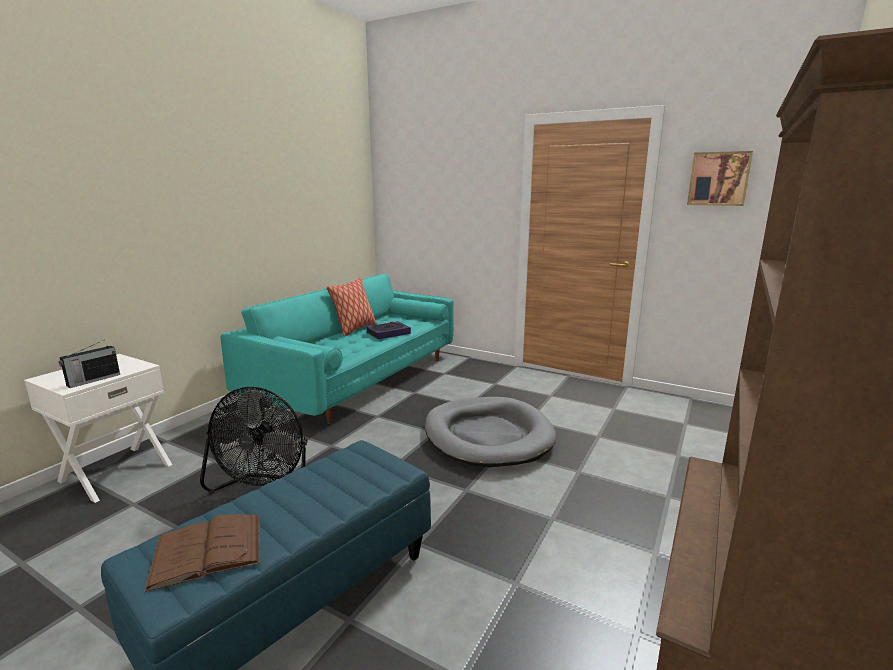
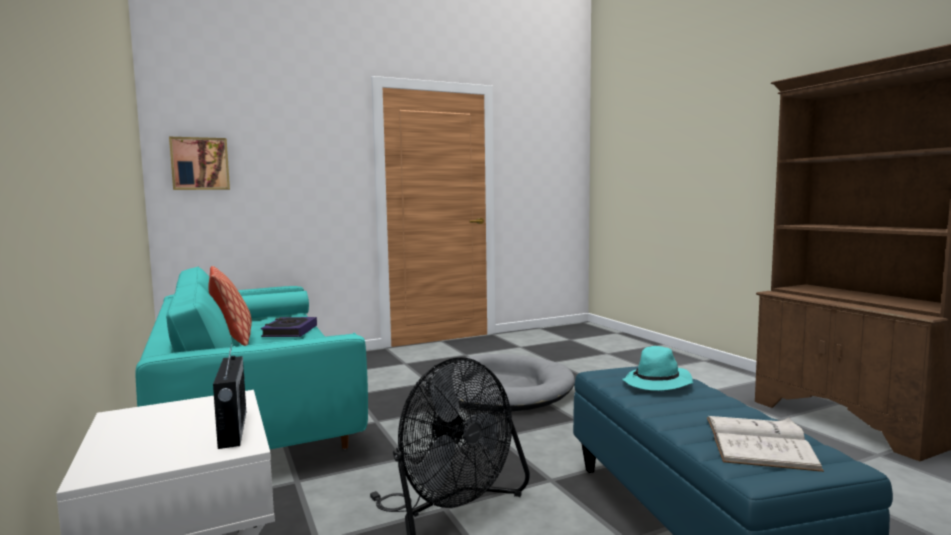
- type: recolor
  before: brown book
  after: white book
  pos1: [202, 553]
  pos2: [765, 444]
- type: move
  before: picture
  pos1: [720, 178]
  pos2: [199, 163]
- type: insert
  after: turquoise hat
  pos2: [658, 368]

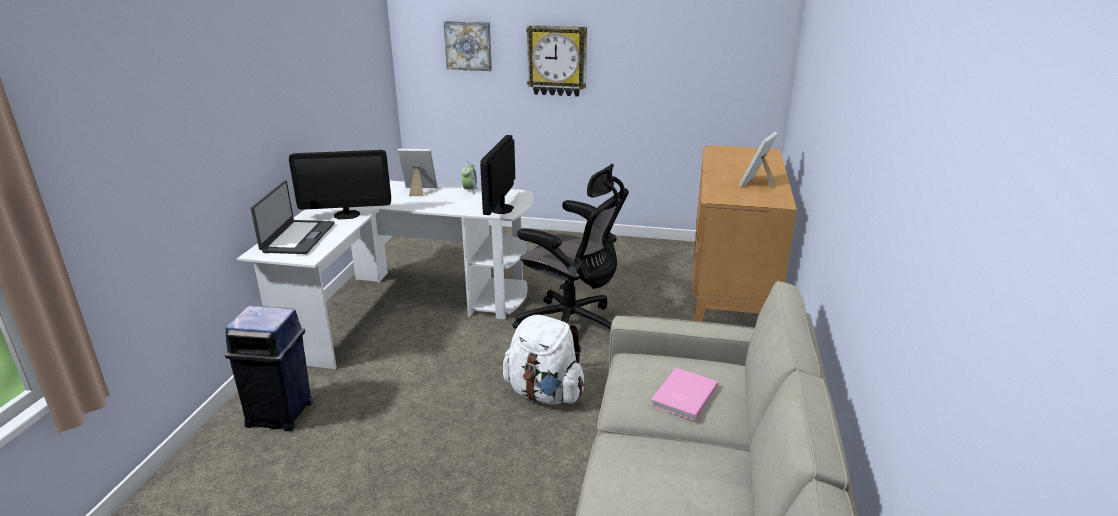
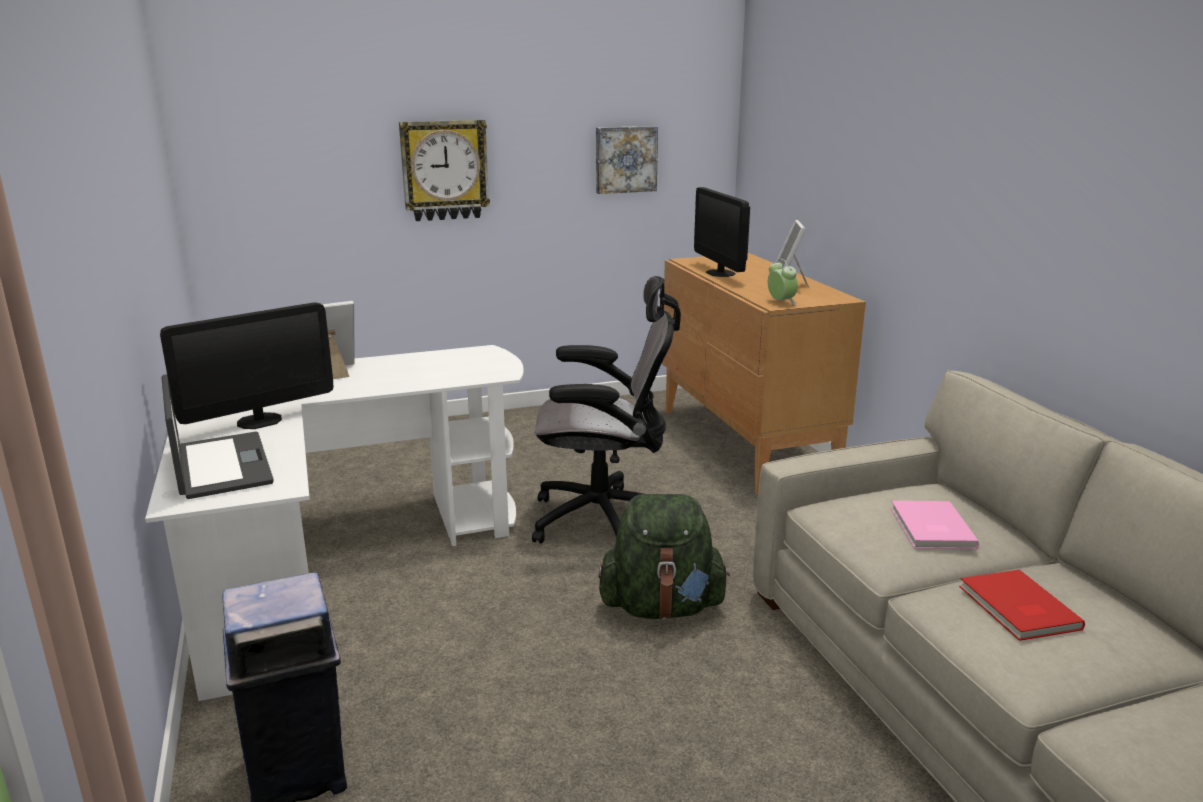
- type: move
  before: picture
  pos1: [468, 46]
  pos2: [627, 160]
- type: move
  before: alarm clock
  pos1: [469, 178]
  pos2: [783, 282]
- type: move
  before: monitor
  pos1: [497, 175]
  pos2: [722, 232]
- type: recolor
  before: white backpack
  after: green backpack
  pos1: [543, 360]
  pos2: [664, 556]
- type: insert
  after: red book
  pos2: [1022, 605]

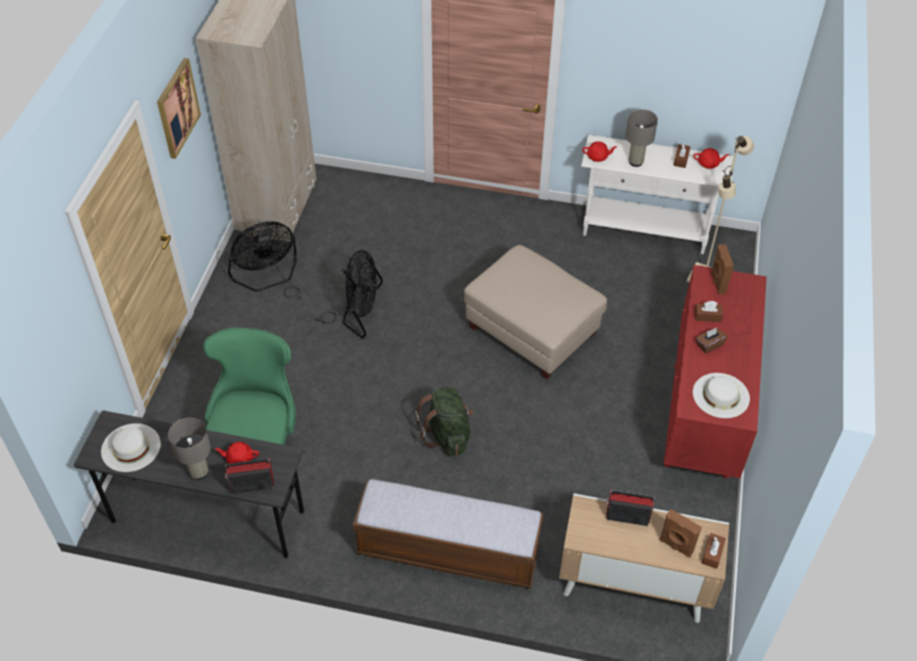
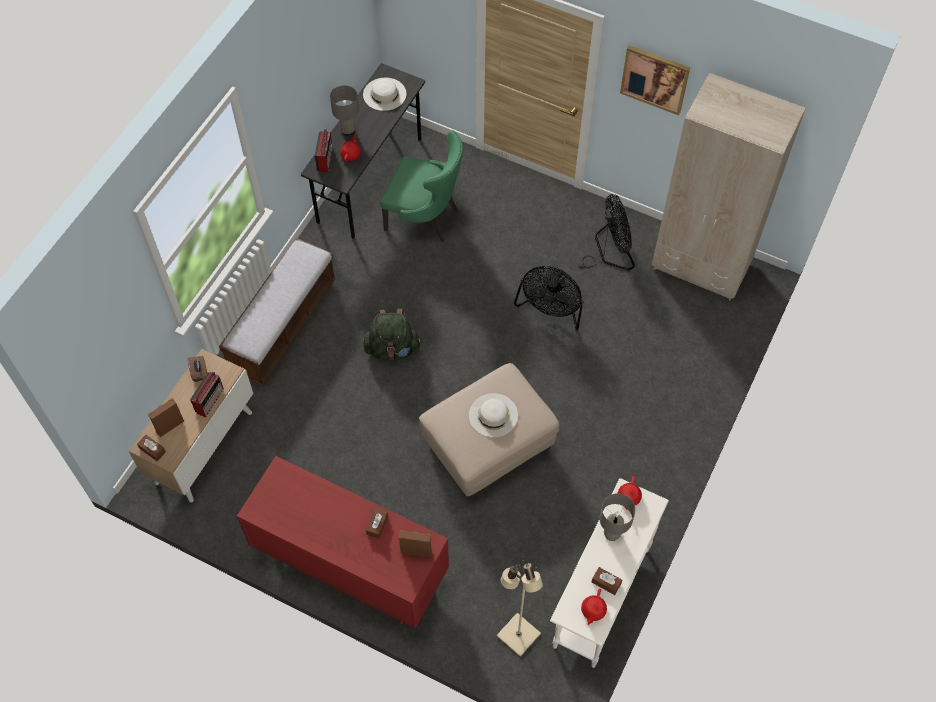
- type: move
  before: white hat
  pos1: [721, 395]
  pos2: [493, 415]
- type: move
  before: brown tissue box
  pos1: [712, 340]
  pos2: [197, 369]

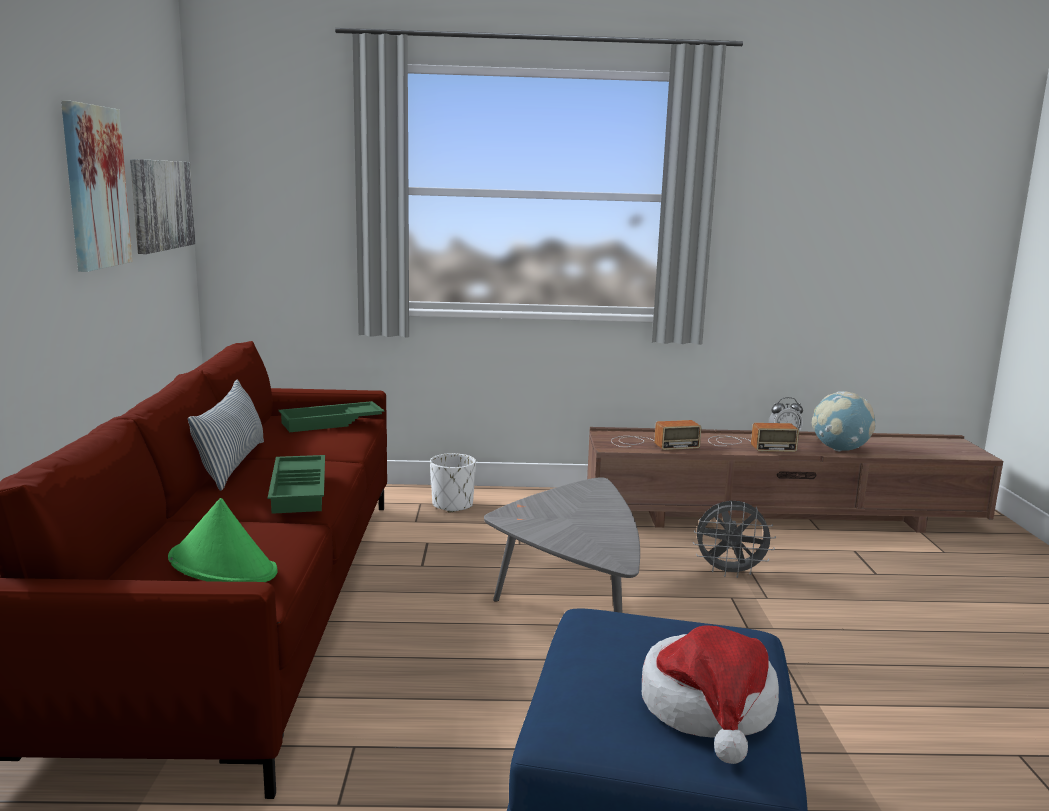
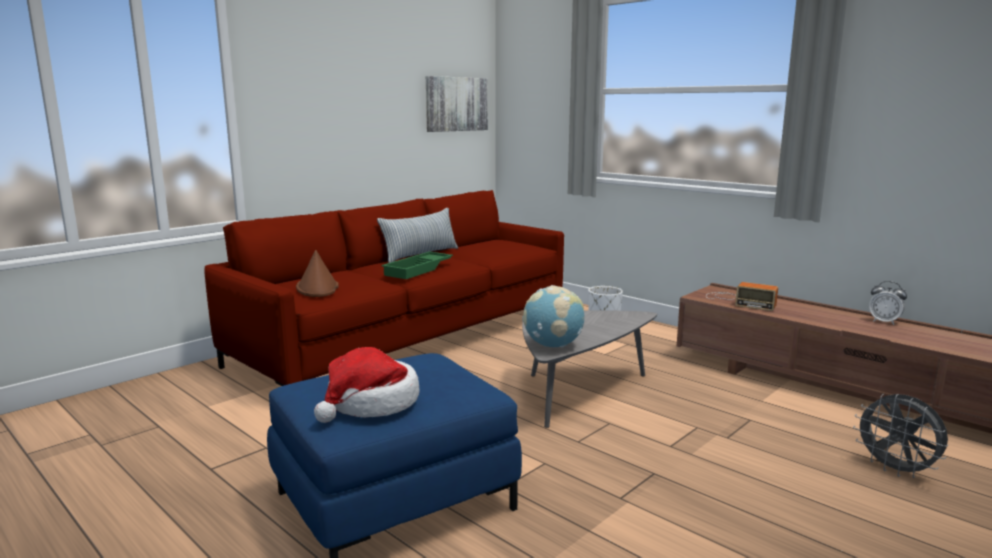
- type: delete
  before: picture
  pos1: [97, 186]
- type: recolor
  before: green hat
  after: brown hat
  pos1: [223, 540]
  pos2: [317, 273]
- type: delete
  before: green tray
  pos1: [331, 416]
- type: move
  before: grey fan
  pos1: [734, 539]
  pos2: [900, 436]
- type: delete
  before: radio
  pos1: [753, 437]
- type: move
  before: globe
  pos1: [843, 421]
  pos2: [553, 316]

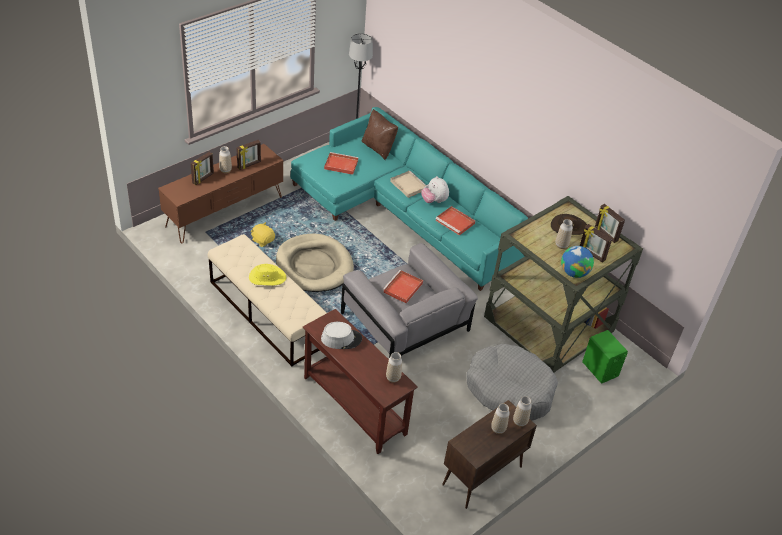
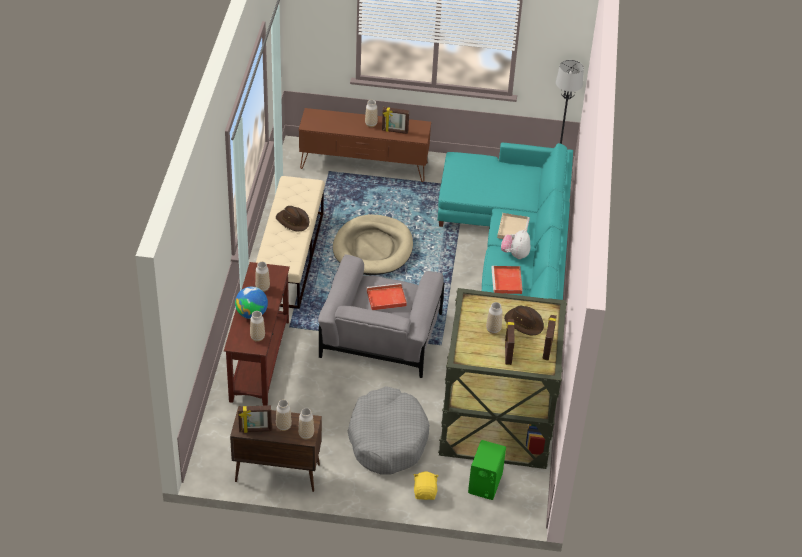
- type: move
  before: picture frame
  pos1: [202, 168]
  pos2: [255, 419]
- type: recolor
  before: yellow hat
  after: brown hat
  pos1: [267, 275]
  pos2: [292, 218]
- type: move
  before: yellow plush toy
  pos1: [262, 234]
  pos2: [426, 485]
- type: replace
  before: grey hat
  after: vase
  pos1: [341, 335]
  pos2: [262, 277]
- type: delete
  before: red tray
  pos1: [341, 163]
- type: delete
  before: brown pillow
  pos1: [380, 134]
- type: move
  before: globe
  pos1: [577, 262]
  pos2: [251, 303]

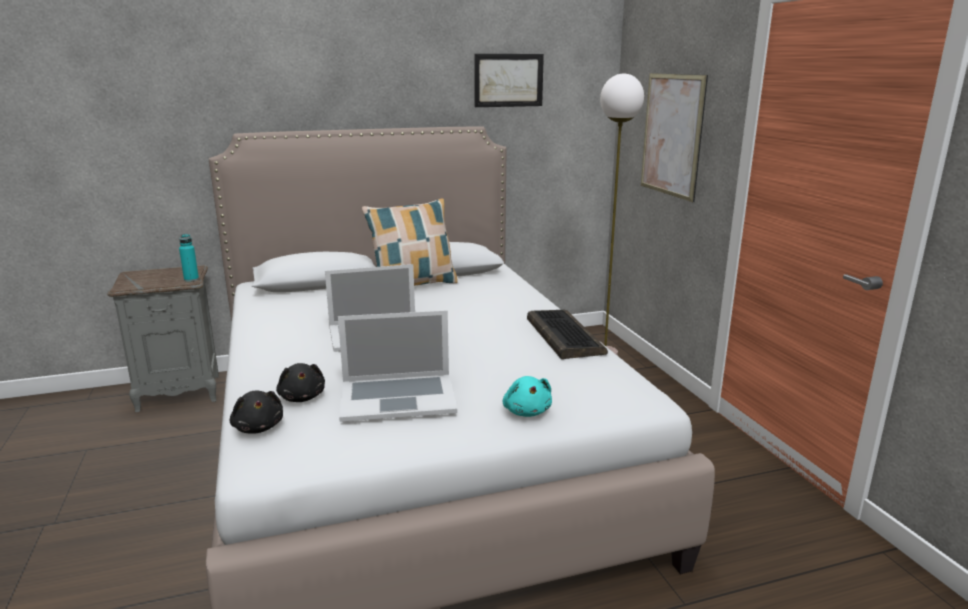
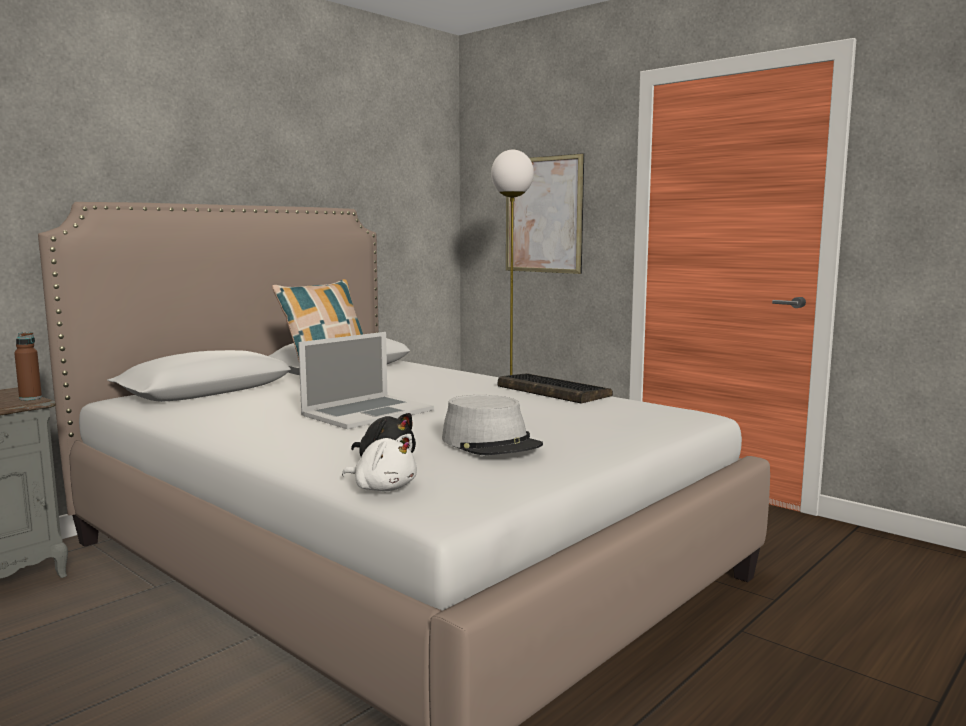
- type: recolor
  before: turquoise bottle
  after: brown bottle
  pos1: [189, 258]
  pos2: [28, 366]
- type: recolor
  before: black plush toy
  after: white plush toy
  pos1: [256, 411]
  pos2: [379, 462]
- type: replace
  before: laptop
  after: grey hat
  pos1: [397, 366]
  pos2: [492, 425]
- type: delete
  before: picture
  pos1: [509, 80]
- type: delete
  before: turquoise plush toy
  pos1: [527, 396]

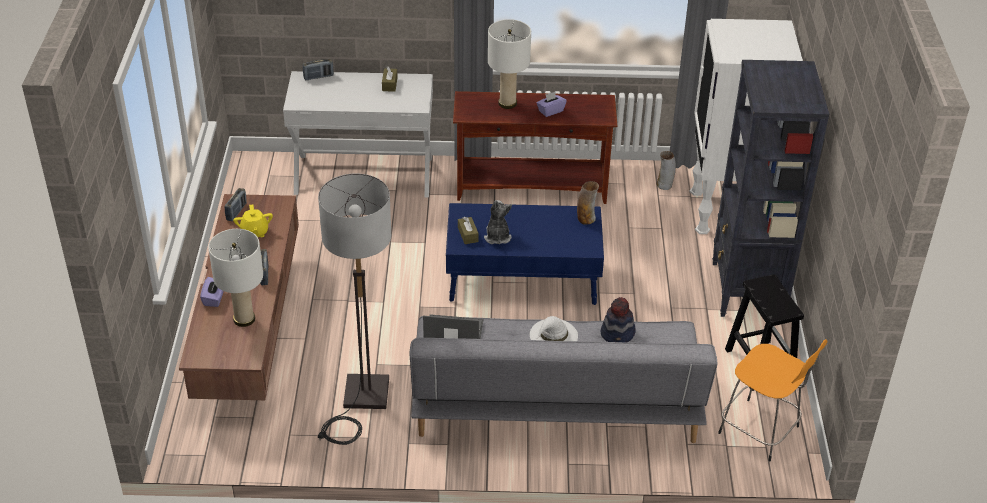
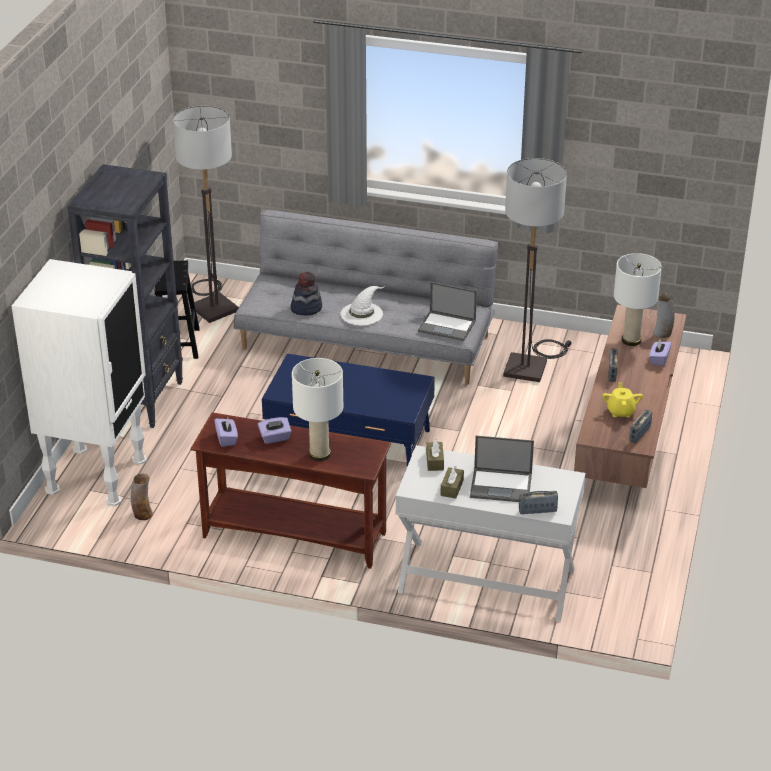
- type: move
  before: brown tissue box
  pos1: [468, 230]
  pos2: [435, 455]
- type: delete
  before: plush toy
  pos1: [498, 222]
- type: move
  before: vase
  pos1: [588, 203]
  pos2: [664, 315]
- type: replace
  before: orange stool
  after: floor lamp
  pos1: [773, 400]
  pos2: [206, 214]
- type: insert
  after: purple tissue box
  pos2: [226, 432]
- type: insert
  after: laptop
  pos2: [502, 469]

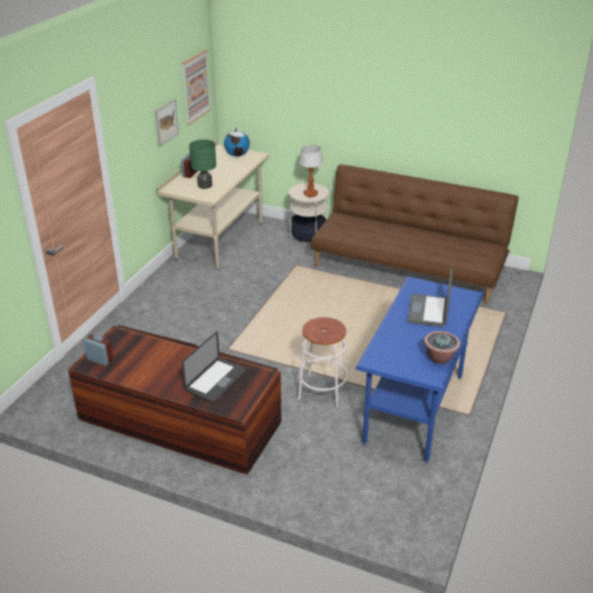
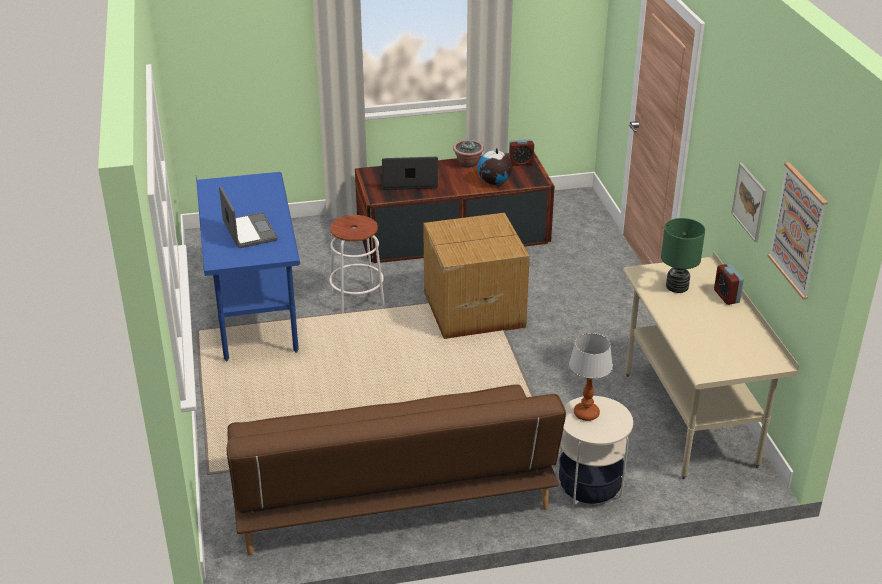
- type: rotate
  before: laptop
  pos1: [214, 367]
  pos2: [410, 173]
  turn: 90
- type: move
  before: globe
  pos1: [237, 142]
  pos2: [494, 166]
- type: move
  before: potted plant
  pos1: [442, 347]
  pos2: [468, 154]
- type: insert
  after: cardboard box
  pos2: [476, 276]

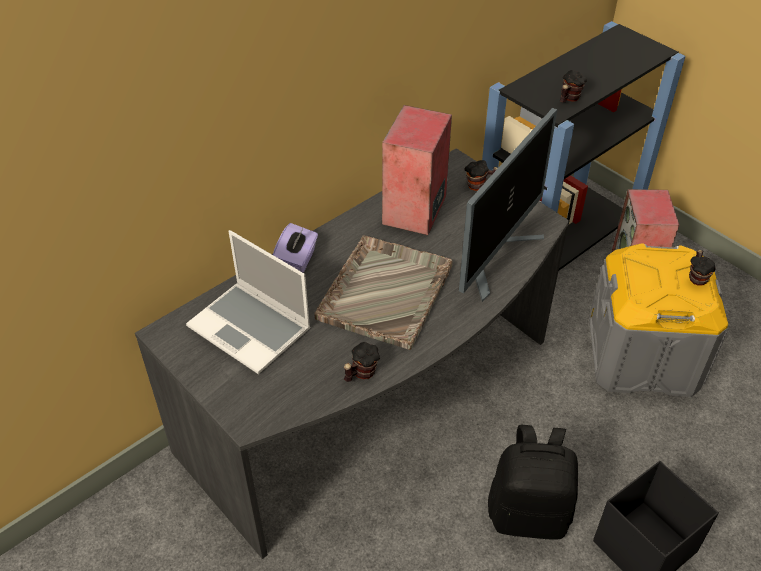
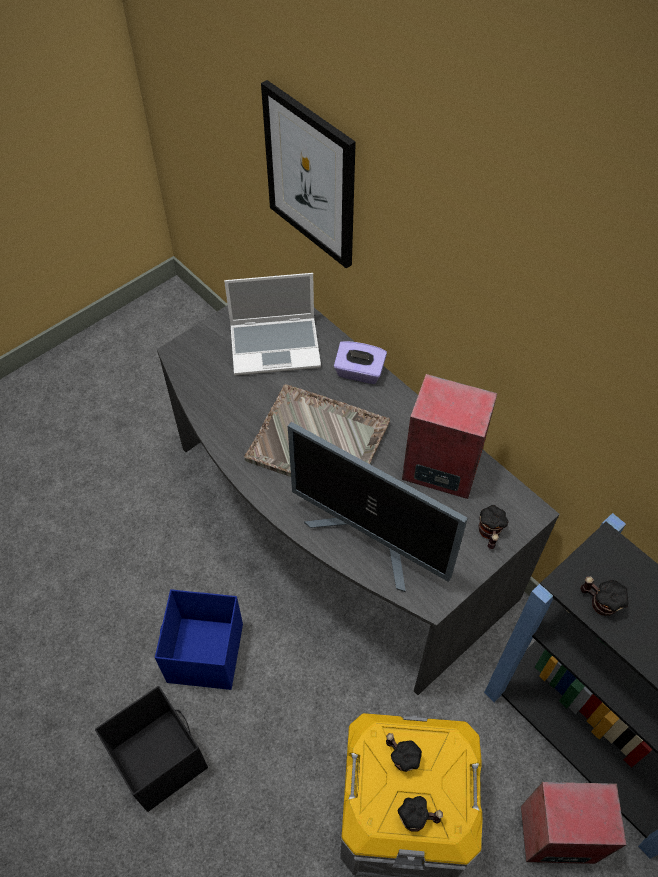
- type: rotate
  before: laptop
  pos1: [248, 302]
  pos2: [272, 324]
  turn: -135
- type: move
  before: mug
  pos1: [362, 362]
  pos2: [404, 752]
- type: replace
  before: black backpack
  after: blue storage box
  pos1: [533, 482]
  pos2: [199, 639]
- type: insert
  after: picture
  pos2: [308, 174]

